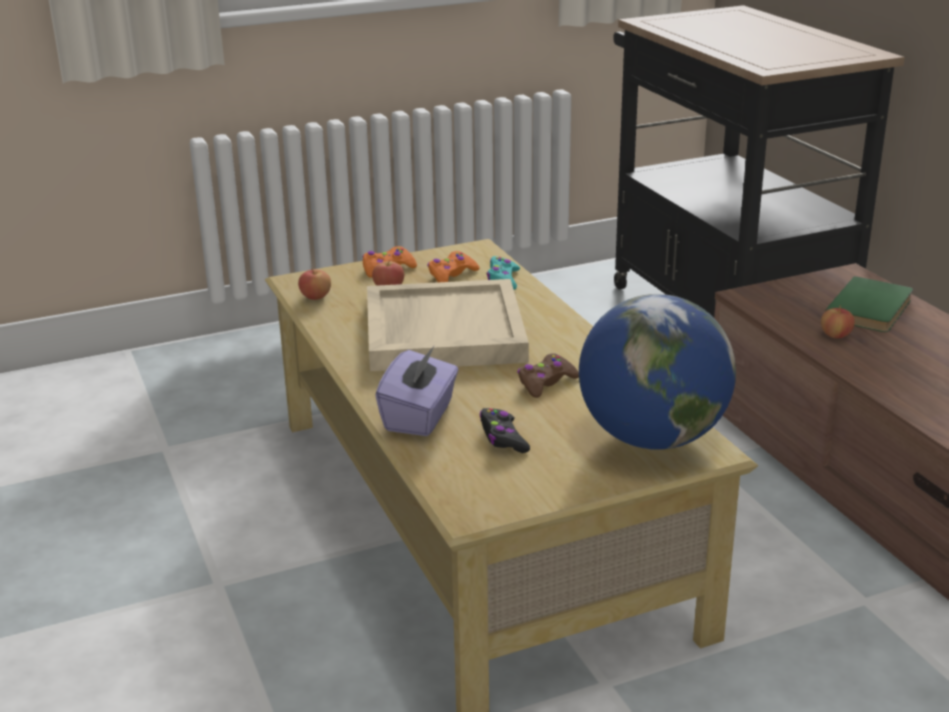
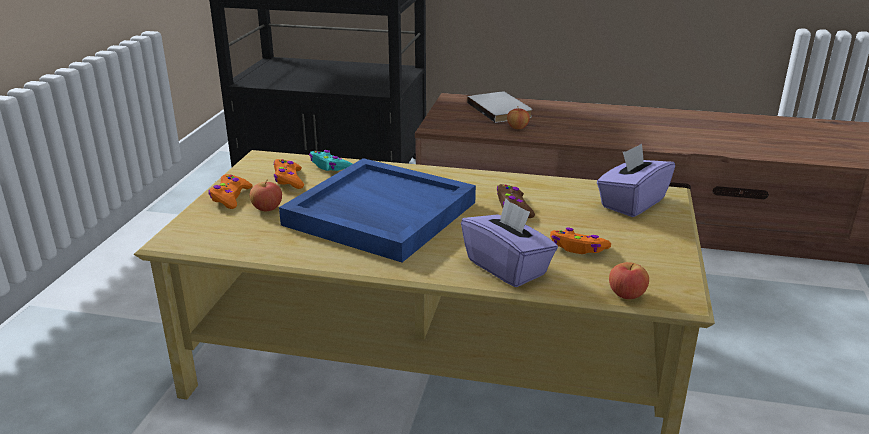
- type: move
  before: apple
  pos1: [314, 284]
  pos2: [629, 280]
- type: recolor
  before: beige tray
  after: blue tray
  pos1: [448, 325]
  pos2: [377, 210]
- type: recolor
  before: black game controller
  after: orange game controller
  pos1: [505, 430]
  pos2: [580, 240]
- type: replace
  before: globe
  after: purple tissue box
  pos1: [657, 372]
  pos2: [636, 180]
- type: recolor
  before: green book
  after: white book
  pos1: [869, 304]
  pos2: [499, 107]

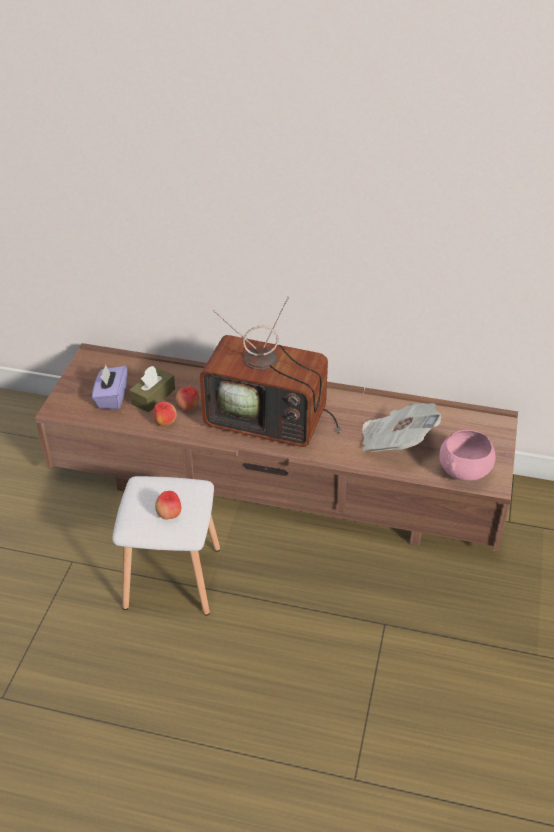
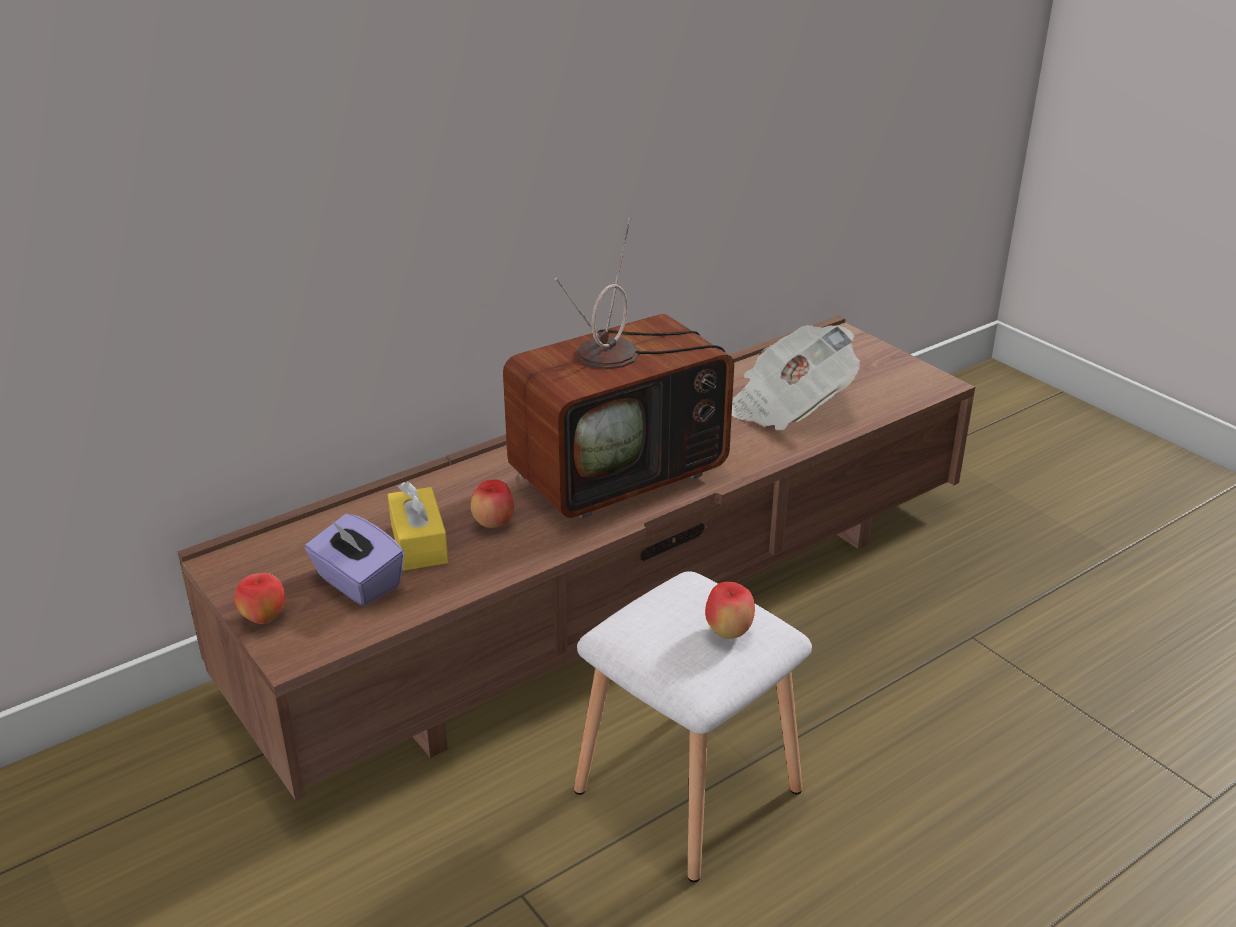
- type: recolor
  before: brown tissue box
  after: yellow tissue box
  pos1: [152, 389]
  pos2: [418, 526]
- type: move
  before: apple
  pos1: [165, 414]
  pos2: [260, 598]
- type: delete
  before: pink bowl
  pos1: [467, 455]

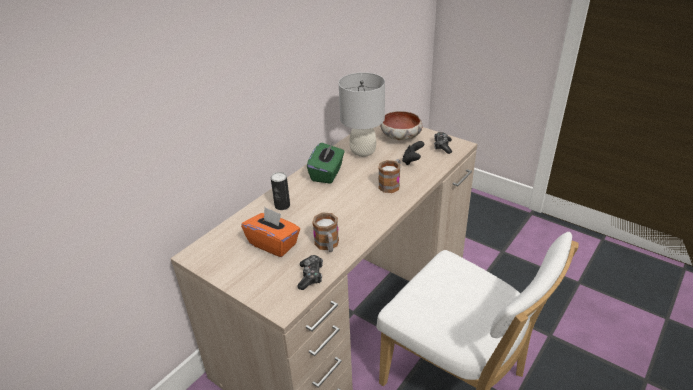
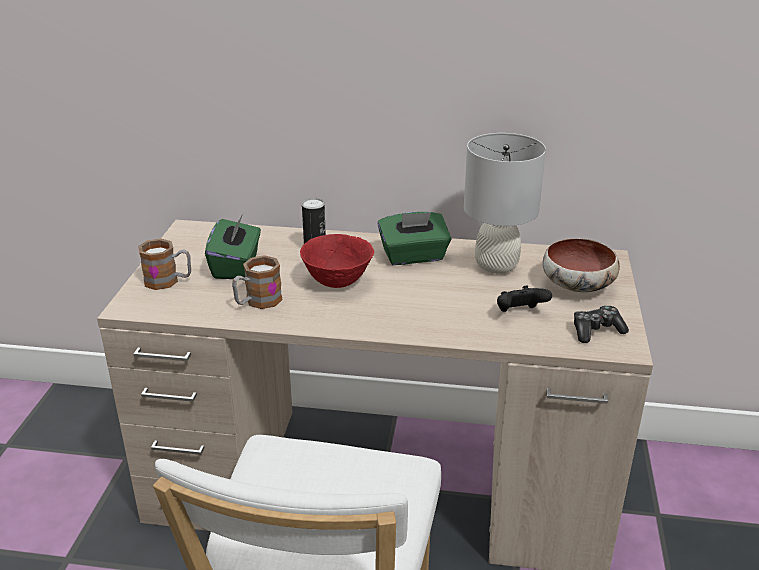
- type: recolor
  before: orange tissue box
  after: green tissue box
  pos1: [270, 232]
  pos2: [233, 247]
- type: delete
  before: game controller
  pos1: [310, 272]
- type: move
  before: mug
  pos1: [389, 176]
  pos2: [164, 264]
- type: insert
  after: red bowl
  pos2: [337, 261]

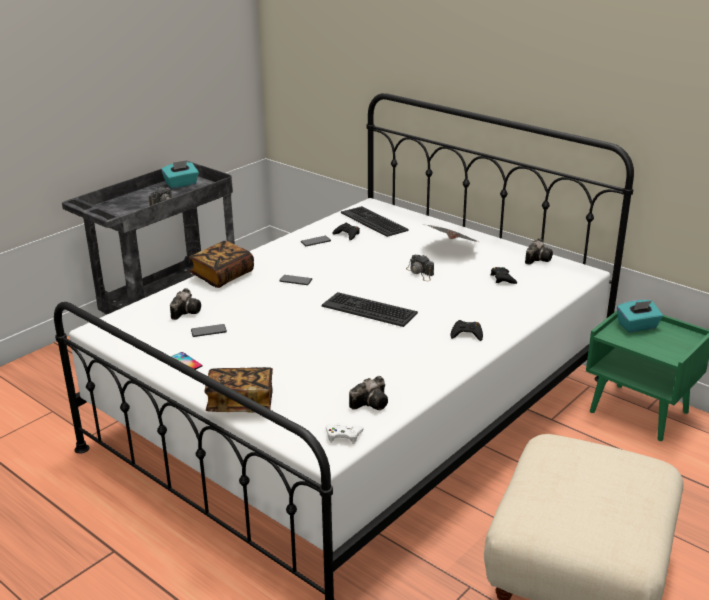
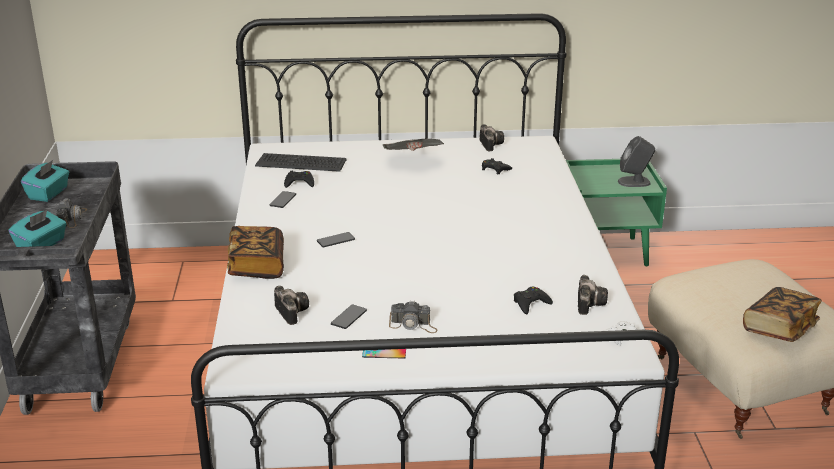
- type: move
  before: book
  pos1: [238, 390]
  pos2: [782, 314]
- type: delete
  before: keyboard
  pos1: [369, 309]
- type: move
  before: photo camera
  pos1: [420, 267]
  pos2: [413, 317]
- type: move
  before: black game controller
  pos1: [467, 330]
  pos2: [533, 300]
- type: move
  before: turquoise tissue box
  pos1: [640, 316]
  pos2: [37, 228]
- type: insert
  after: grey speaker
  pos2: [636, 161]

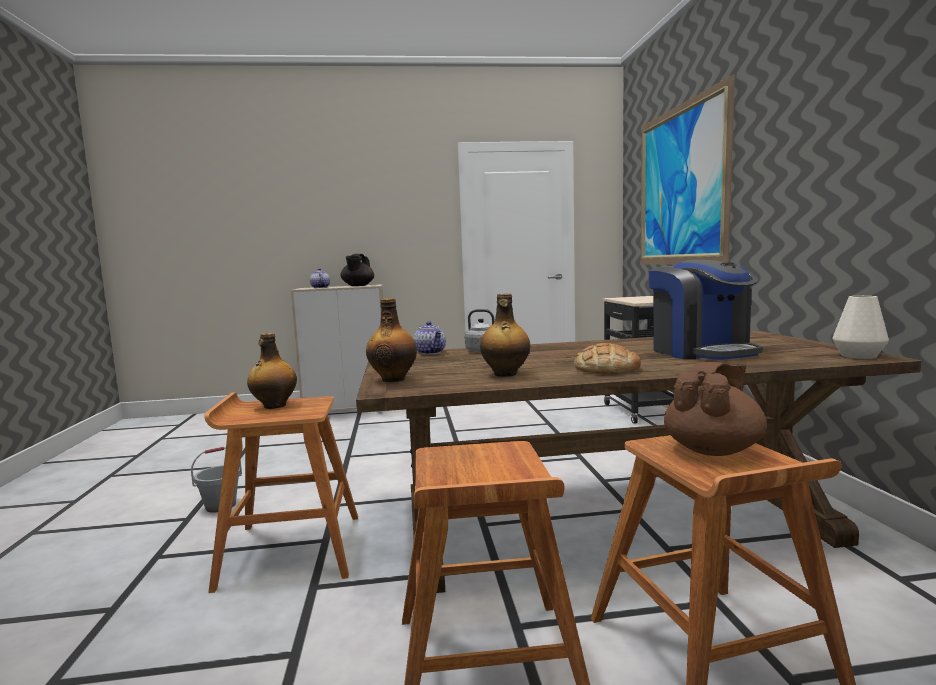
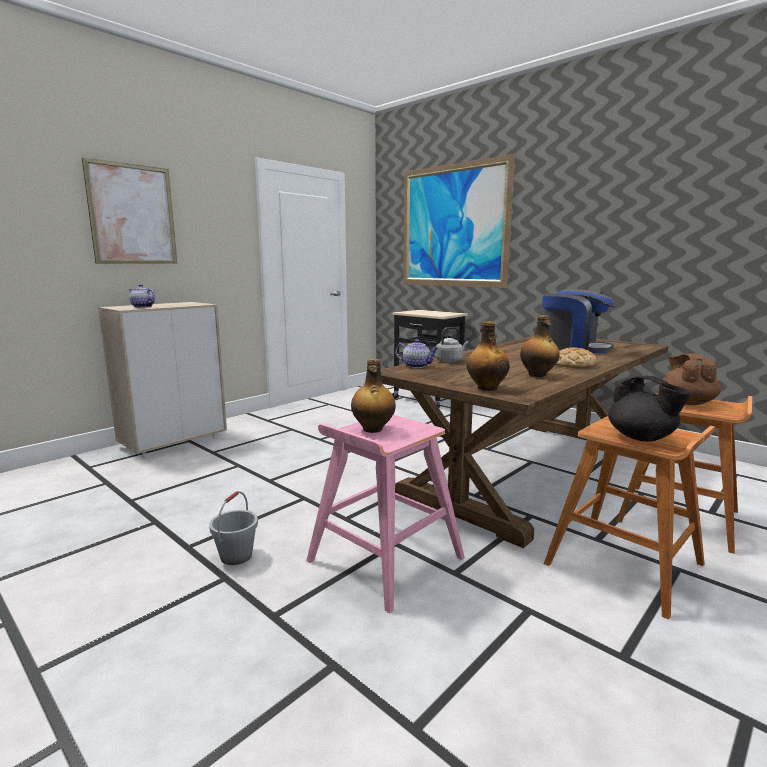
- type: recolor
  before: brown stool
  after: pink stool
  pos1: [281, 492]
  pos2: [385, 514]
- type: move
  before: black teapot
  pos1: [357, 270]
  pos2: [650, 409]
- type: delete
  before: white vase
  pos1: [861, 327]
- type: insert
  after: picture
  pos2: [129, 210]

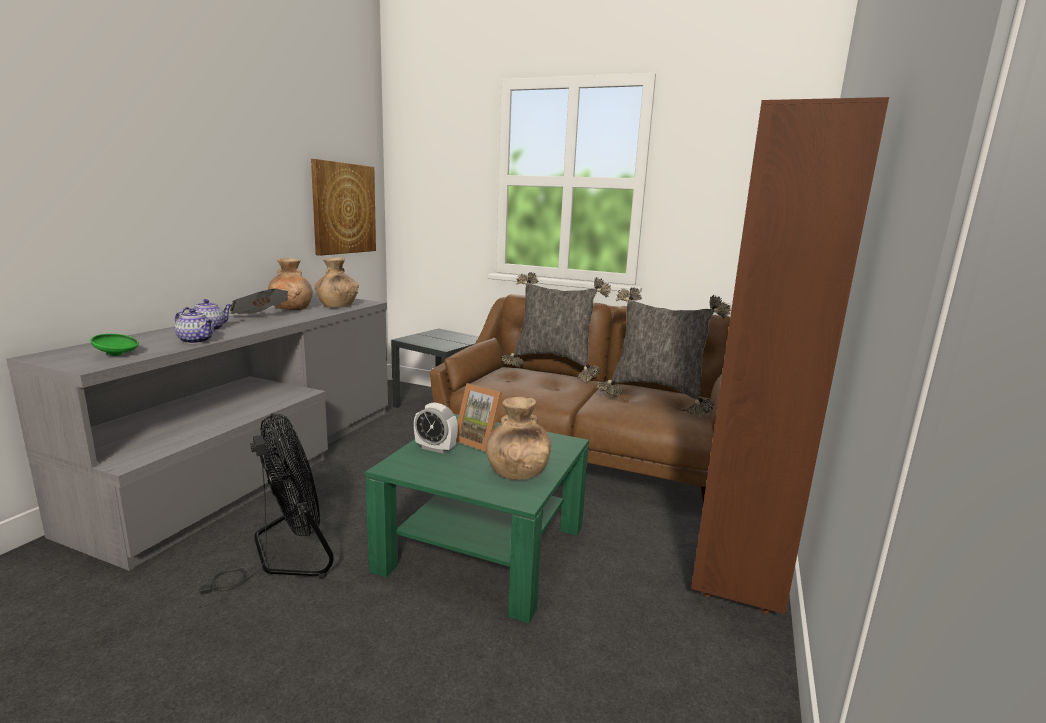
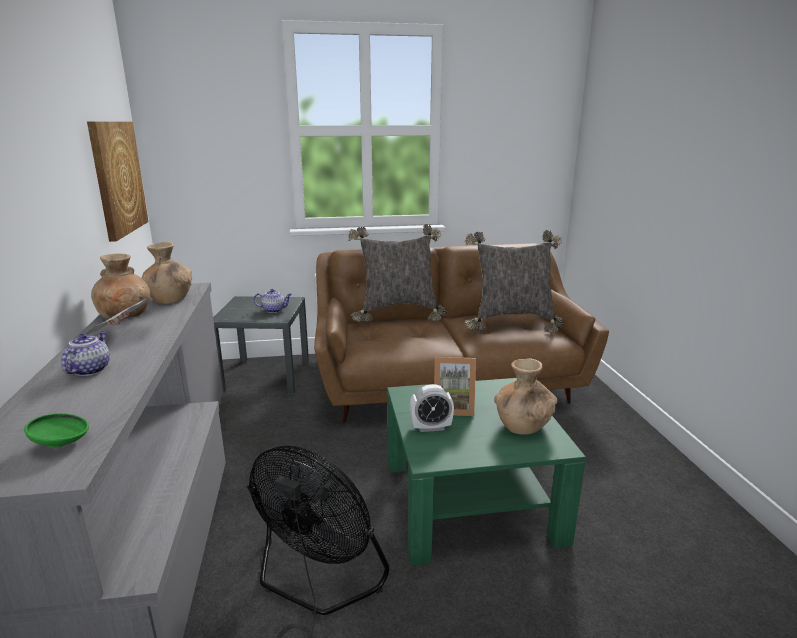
- type: move
  before: teapot
  pos1: [194, 326]
  pos2: [273, 301]
- type: delete
  before: brown bookcase
  pos1: [790, 355]

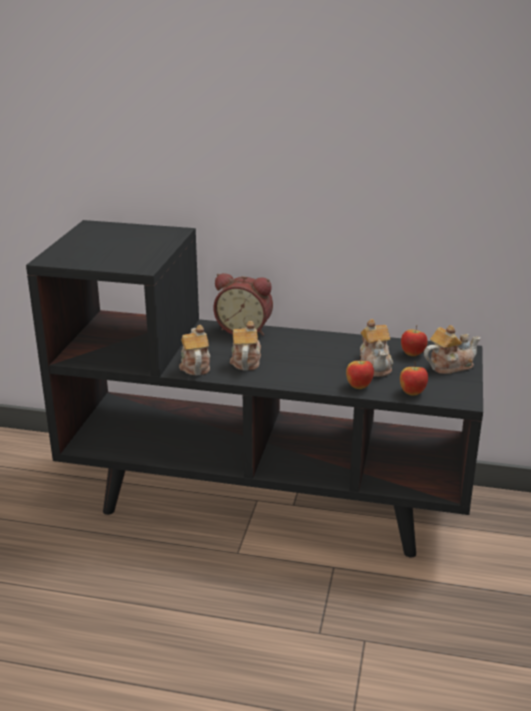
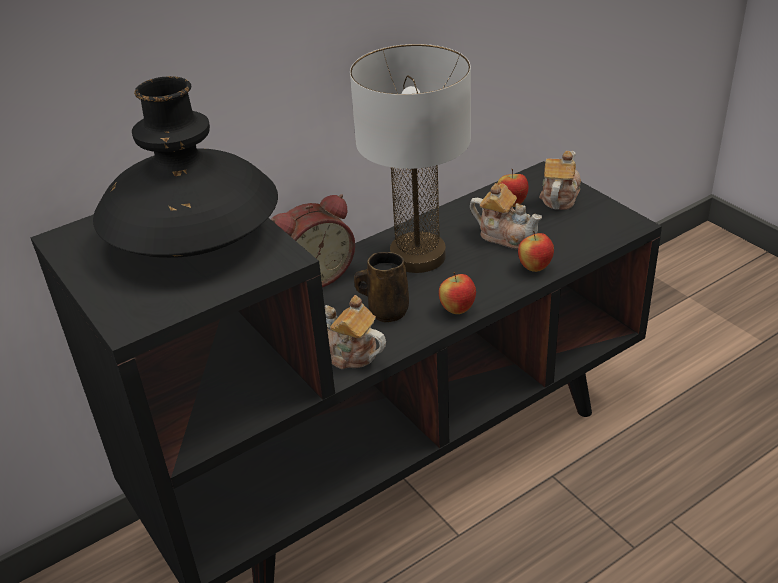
- type: replace
  before: teapot
  after: brown mug
  pos1: [245, 346]
  pos2: [381, 287]
- type: move
  before: apple
  pos1: [414, 379]
  pos2: [457, 293]
- type: insert
  after: black vase
  pos2: [185, 167]
- type: insert
  after: table lamp
  pos2: [410, 158]

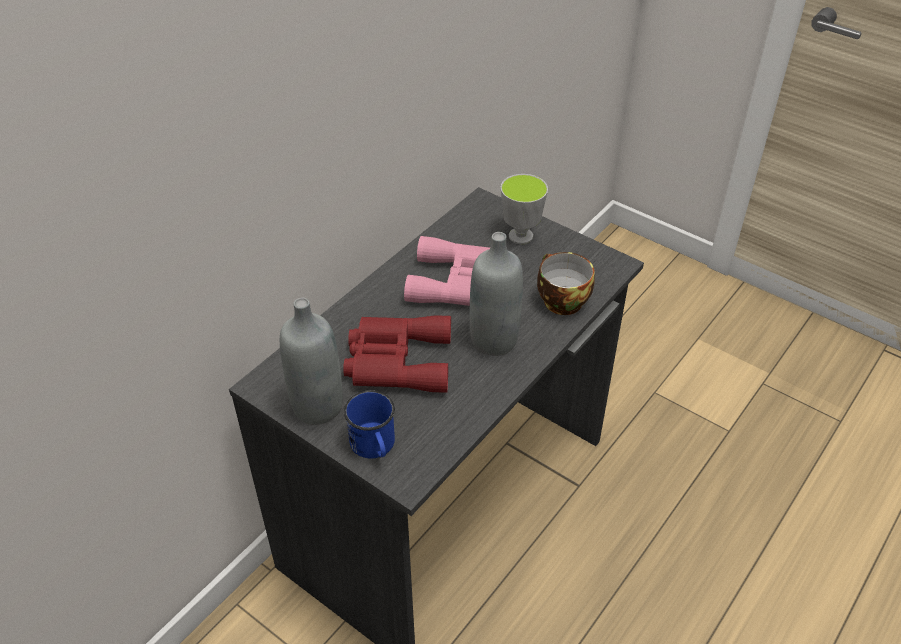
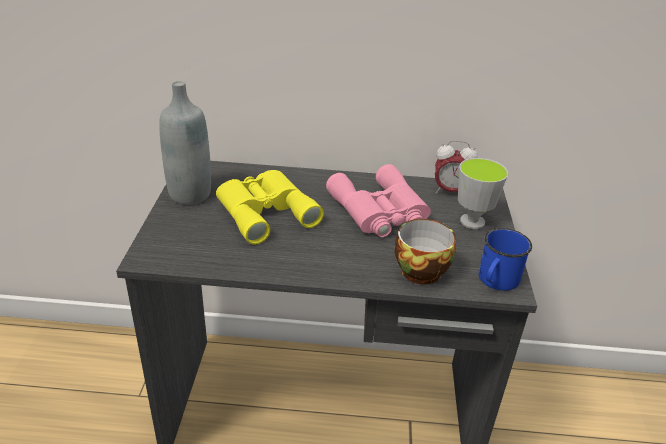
- type: recolor
  before: red binoculars
  after: yellow binoculars
  pos1: [397, 354]
  pos2: [270, 207]
- type: move
  before: blue mug
  pos1: [369, 424]
  pos2: [505, 259]
- type: delete
  before: grey bottle
  pos1: [496, 294]
- type: insert
  after: alarm clock
  pos2: [456, 166]

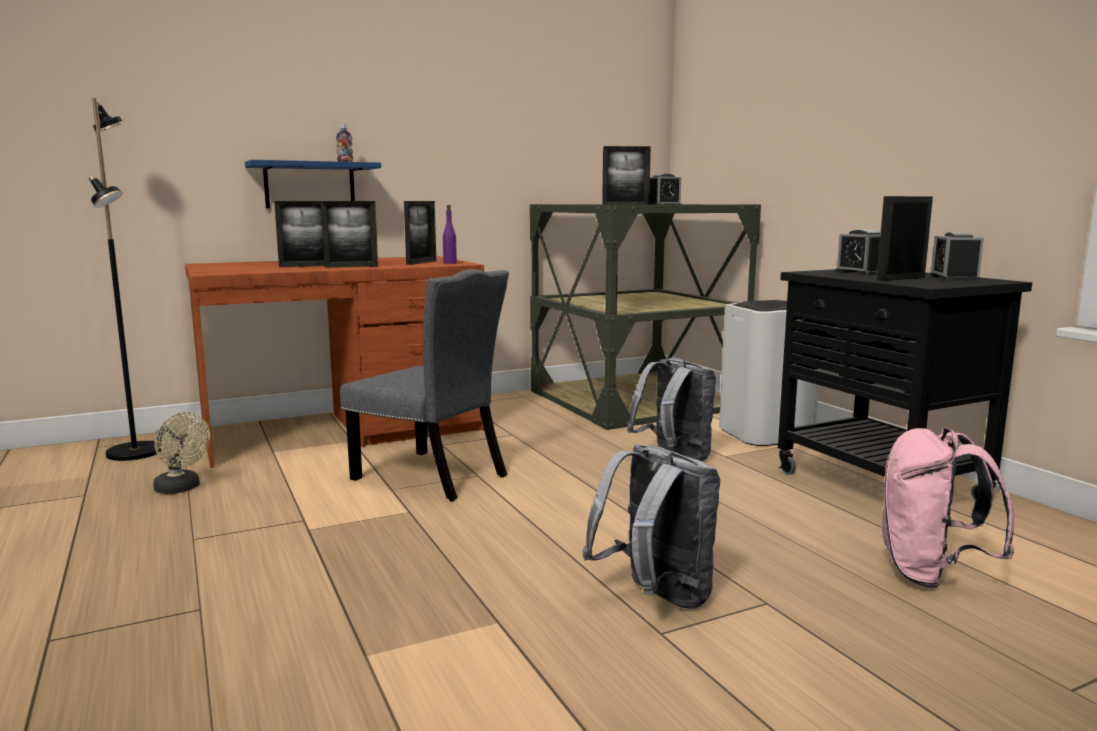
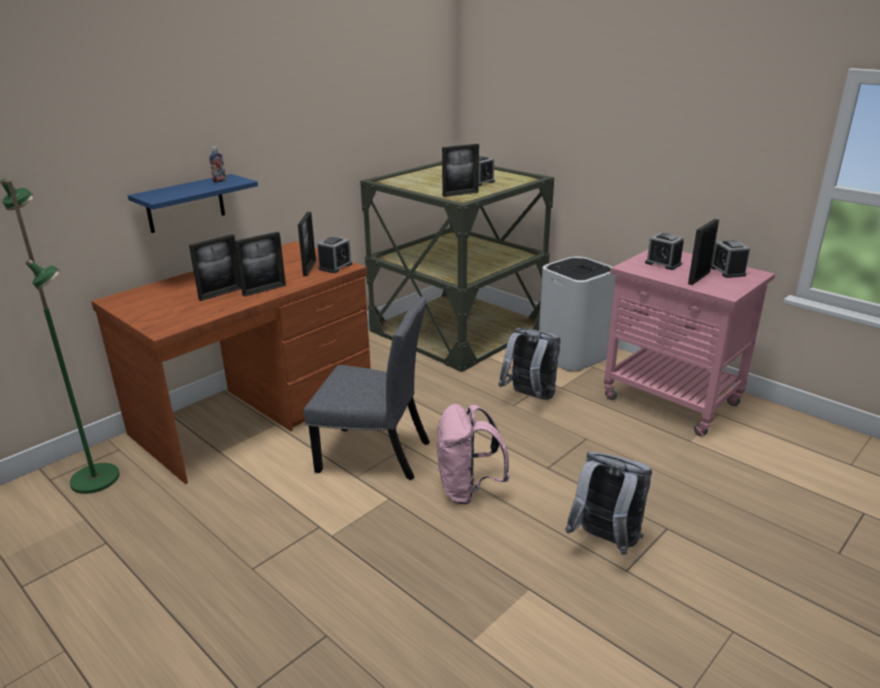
- type: recolor
  before: black floor lamp
  after: green floor lamp
  pos1: [125, 279]
  pos2: [60, 336]
- type: delete
  before: beige fan
  pos1: [181, 453]
- type: replace
  before: purple bottle
  after: alarm clock
  pos1: [450, 234]
  pos2: [334, 254]
- type: recolor
  before: black cart
  after: pink cart
  pos1: [905, 385]
  pos2: [689, 343]
- type: move
  before: pink backpack
  pos1: [946, 508]
  pos2: [473, 454]

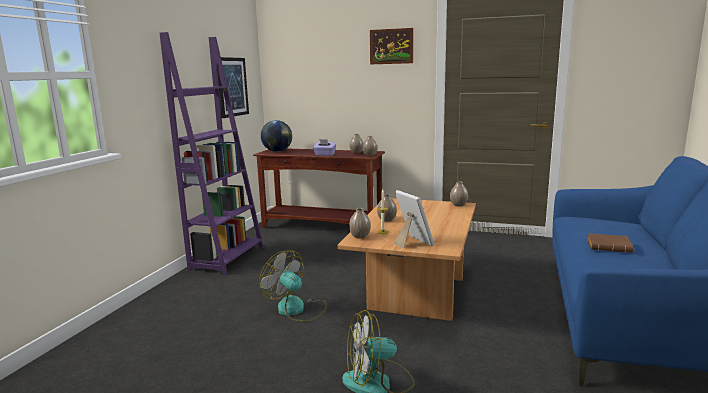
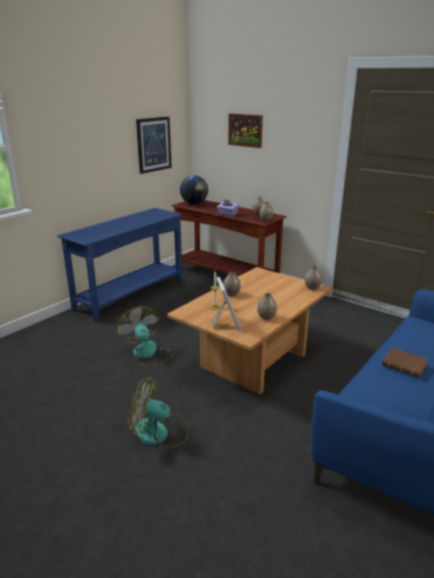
- type: replace
  before: purple bookcase
  after: blue console table
  pos1: [212, 153]
  pos2: [120, 265]
- type: move
  before: vase
  pos1: [360, 223]
  pos2: [267, 306]
- type: move
  before: picture
  pos1: [391, 46]
  pos2: [245, 130]

